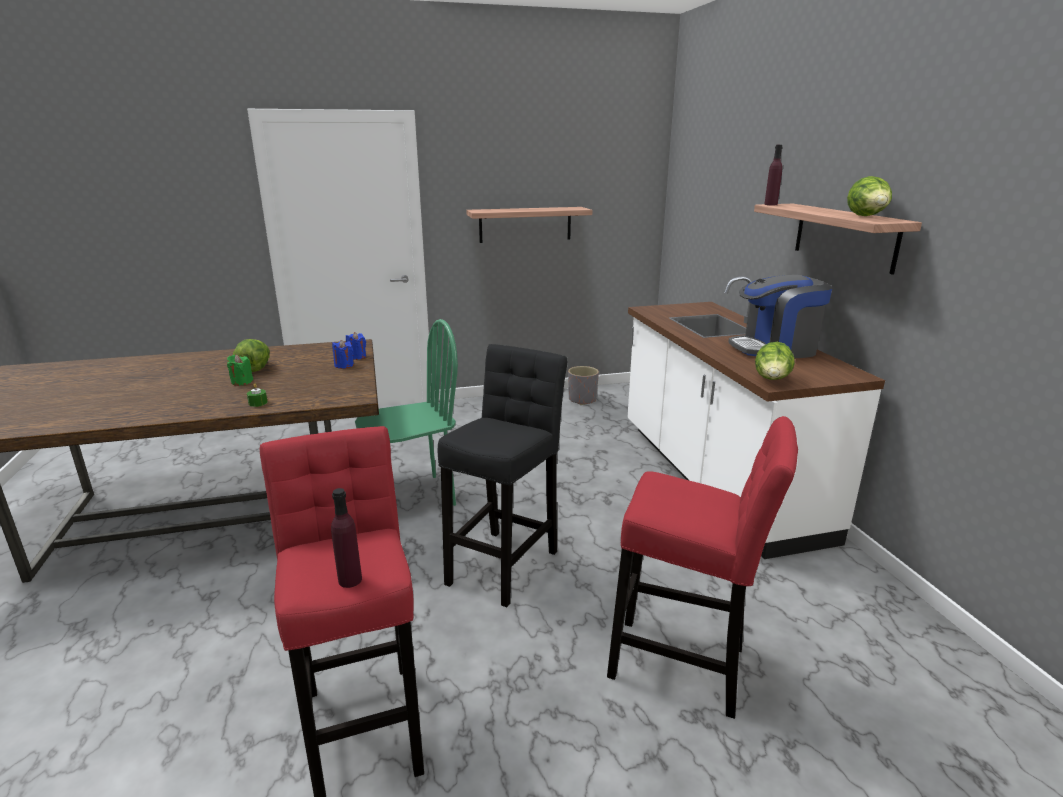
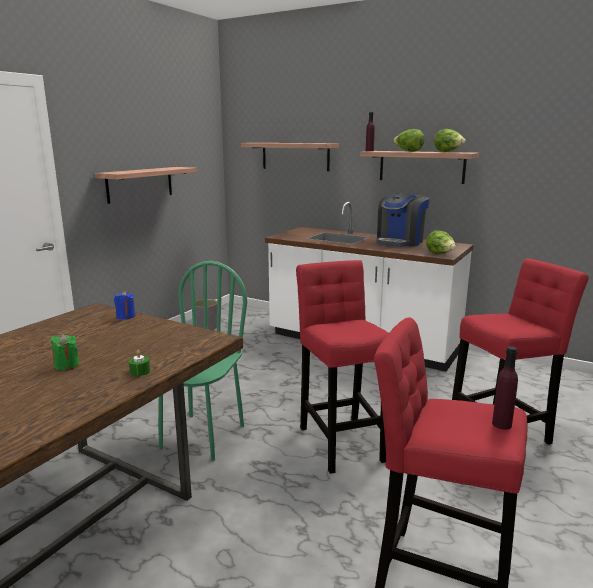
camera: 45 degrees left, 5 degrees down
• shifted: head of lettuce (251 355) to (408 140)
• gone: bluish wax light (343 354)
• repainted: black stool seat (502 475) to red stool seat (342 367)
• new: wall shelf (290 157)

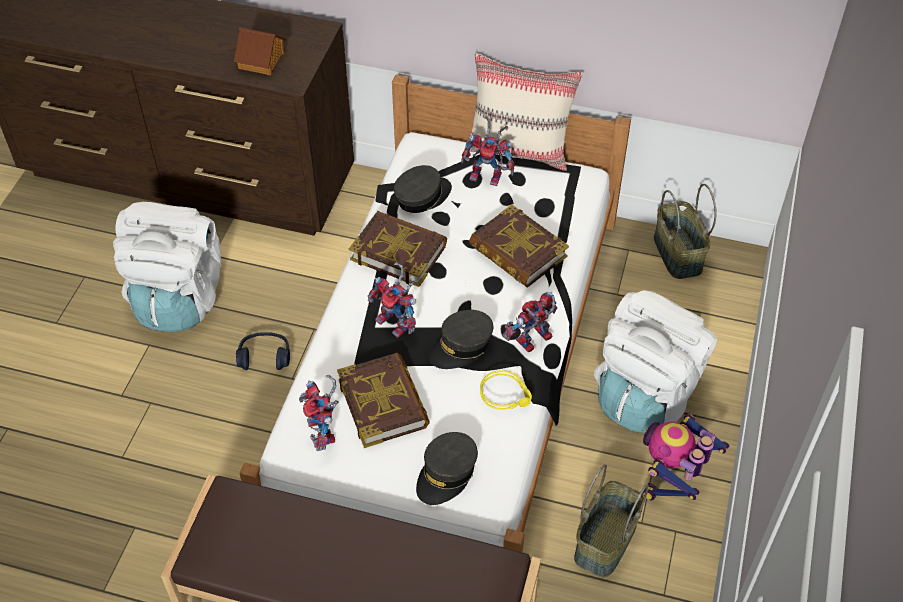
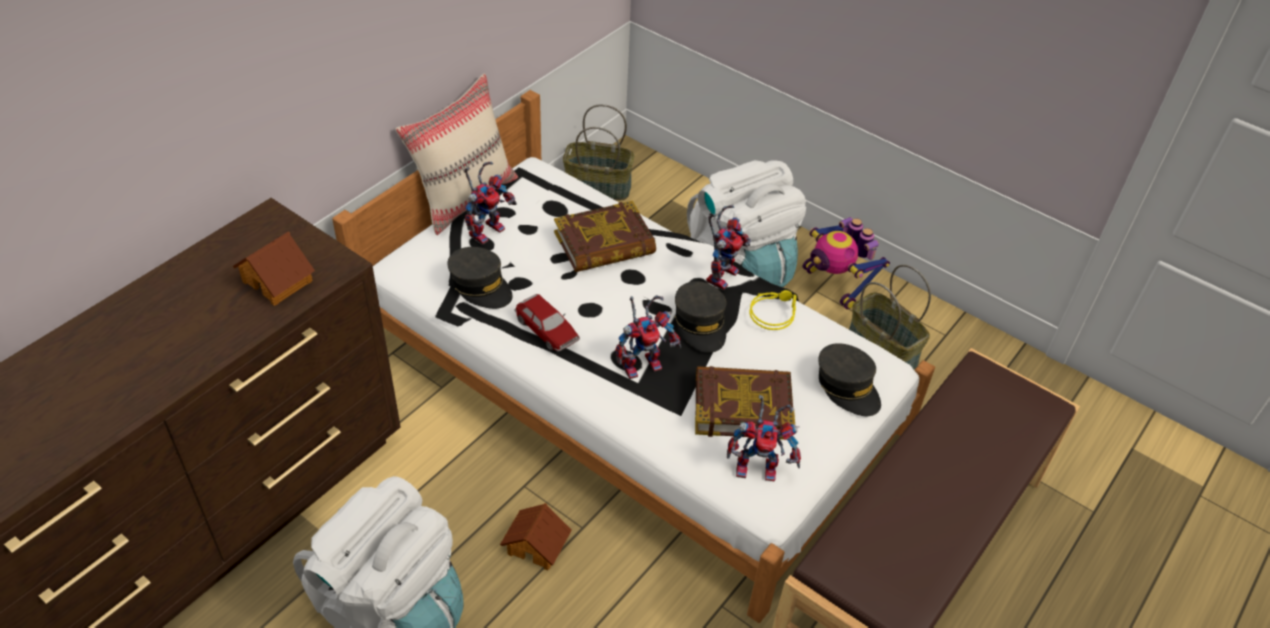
camera: 70 degrees left, 5 degrees down
• rotated: grey baseball cap (423 189) = (479 278) 150 degrees clockwise
• swapped: volume (398 249) to miniature car (547 323)
• rotated: toy robot (530 321) = (728 247) 135 degrees counterclockwise
• swapped: bluish pair of headphones (263 351) to miniature house (536 536)

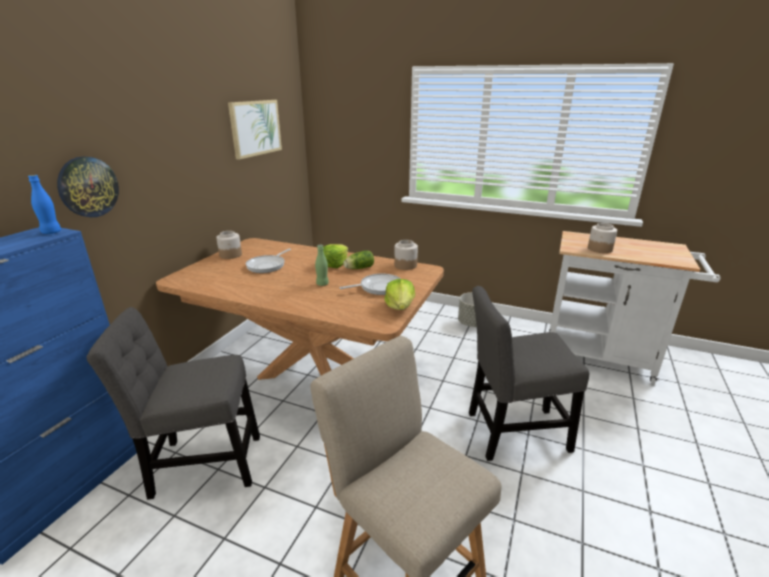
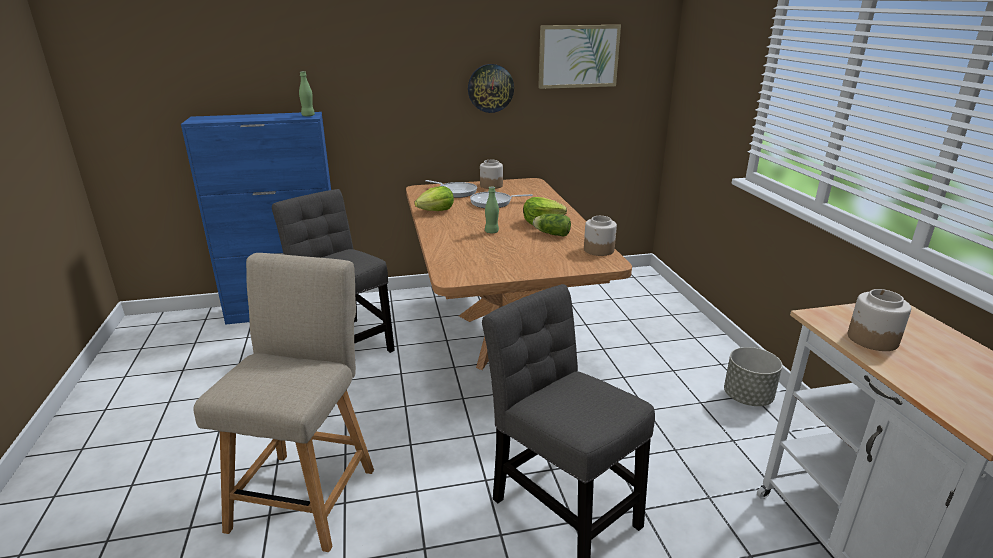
camera: 55 degrees right, 0 degrees up
• shifted: clock on the wall (88 186) to (491 88)
• repainted: bluish drink bottle (44 204) to greenish drink bottle (307 94)
• shifted: frying pan (370 284) to (451 189)
• shifted: head of lettuce (399 294) to (434 198)

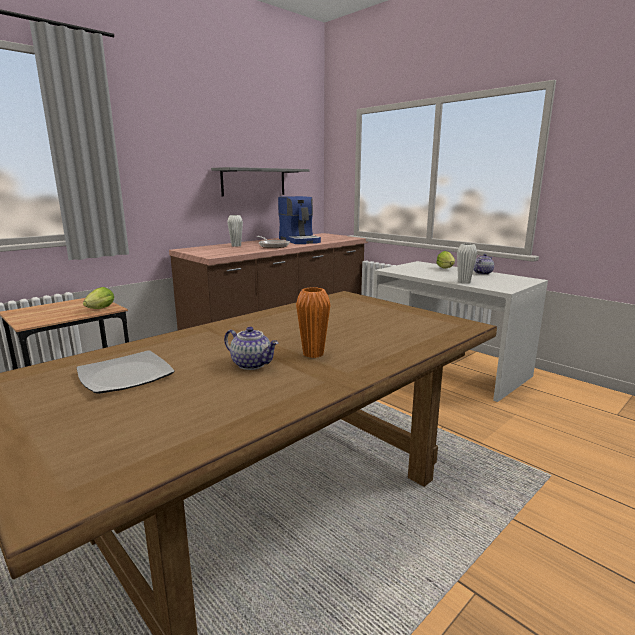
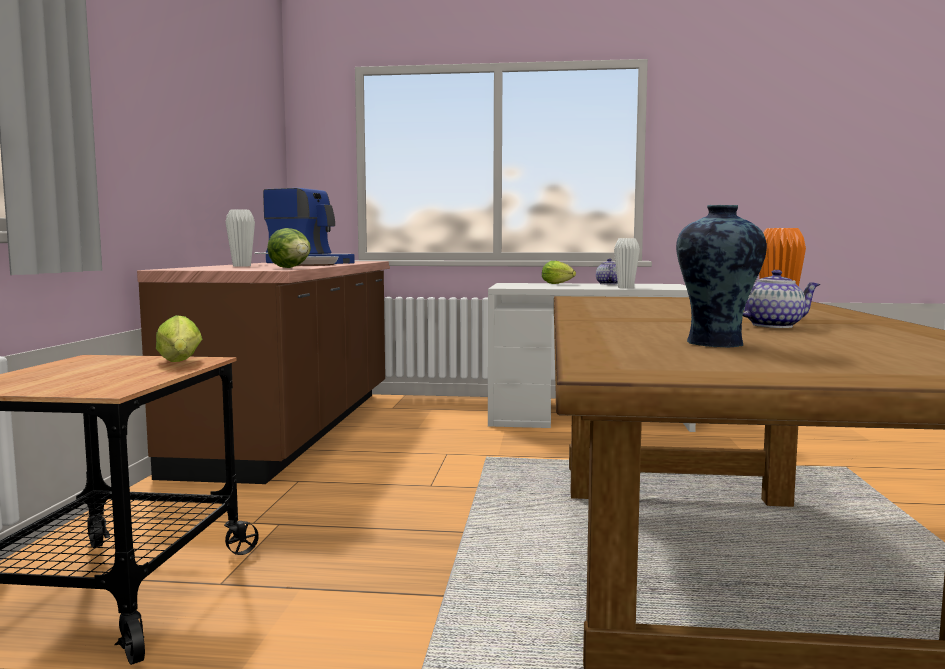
camera: 40 degrees left, 10 degrees down
• gone: grey wall shelf (260 181)
• swapped: plate (126 372) to vase (721 276)
• new: head of lettuce (289 248)

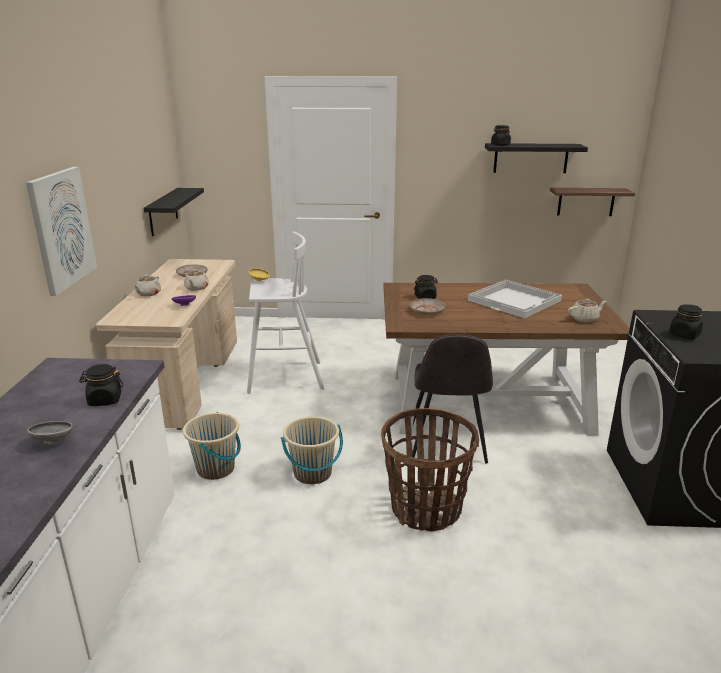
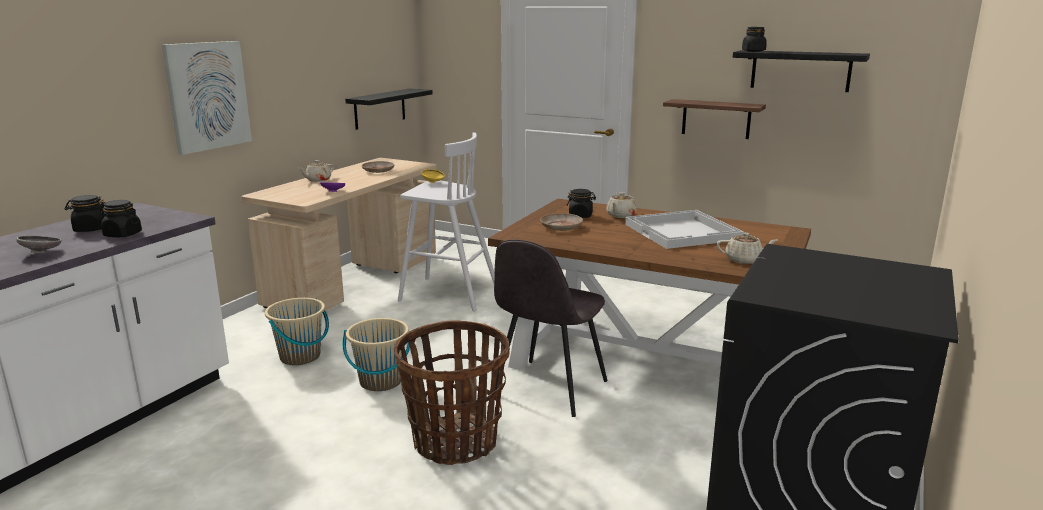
camera: 25 degrees right, 5 degrees down
• shifted: wall shelf (592 202) to (714 119)
• shifted: beige-coloured pot for tea (196 280) to (621 205)
• shifted: black jar (686 321) to (85 213)

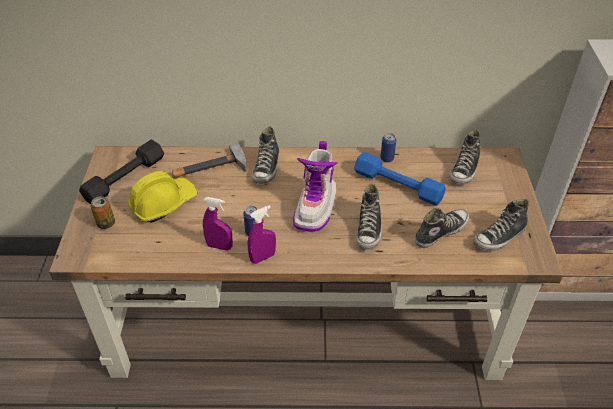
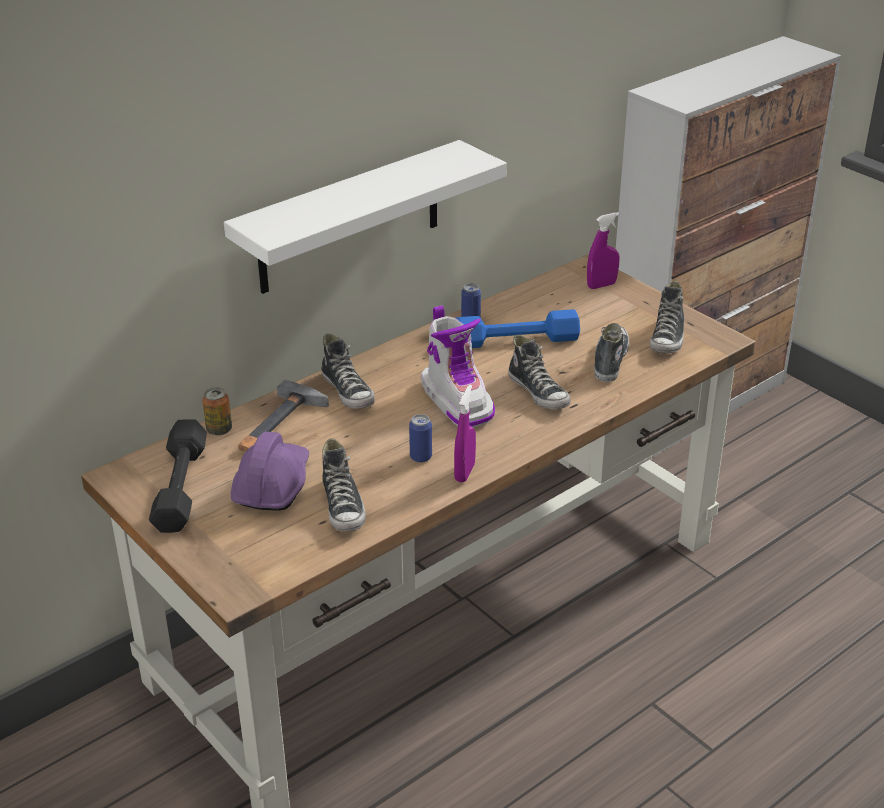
camera: 40 degrees left, 10 degrees down
• shifted: shoe (465 157) to (344 485)
• repainted: yellow hard hat (162 197) to purple-coloured hard hat (270 471)
• shifted: metal can (103 212) to (217 411)
• shifted: purple-coloured hand sprayer (218 224) to (603 250)
• new: white wall shelf (365 217)

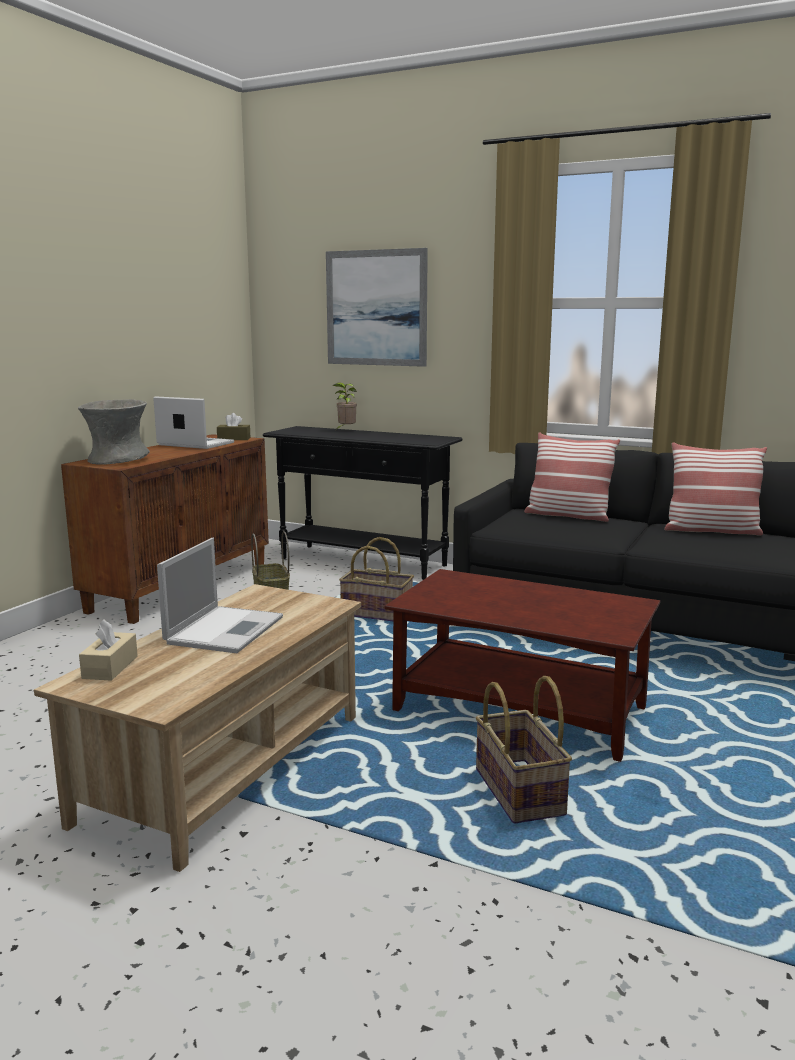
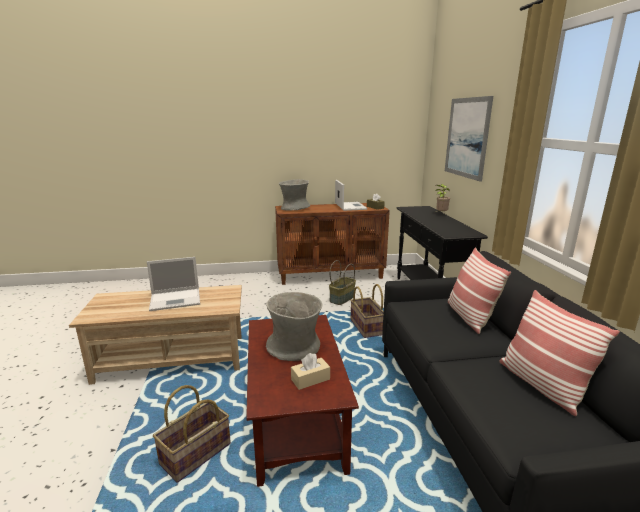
camera: 55 degrees right, 5 degrees up
• shifted: beige-coloured box of tissues (108 650) to (310 371)
• new: grey vase (294 326)

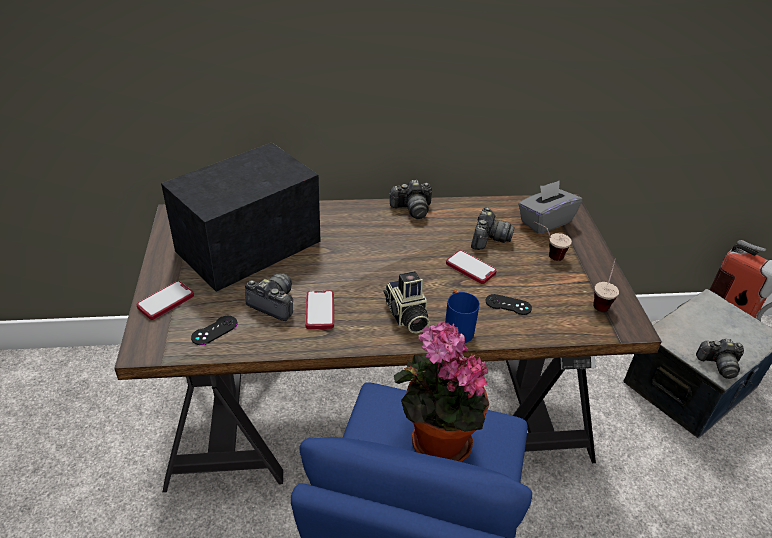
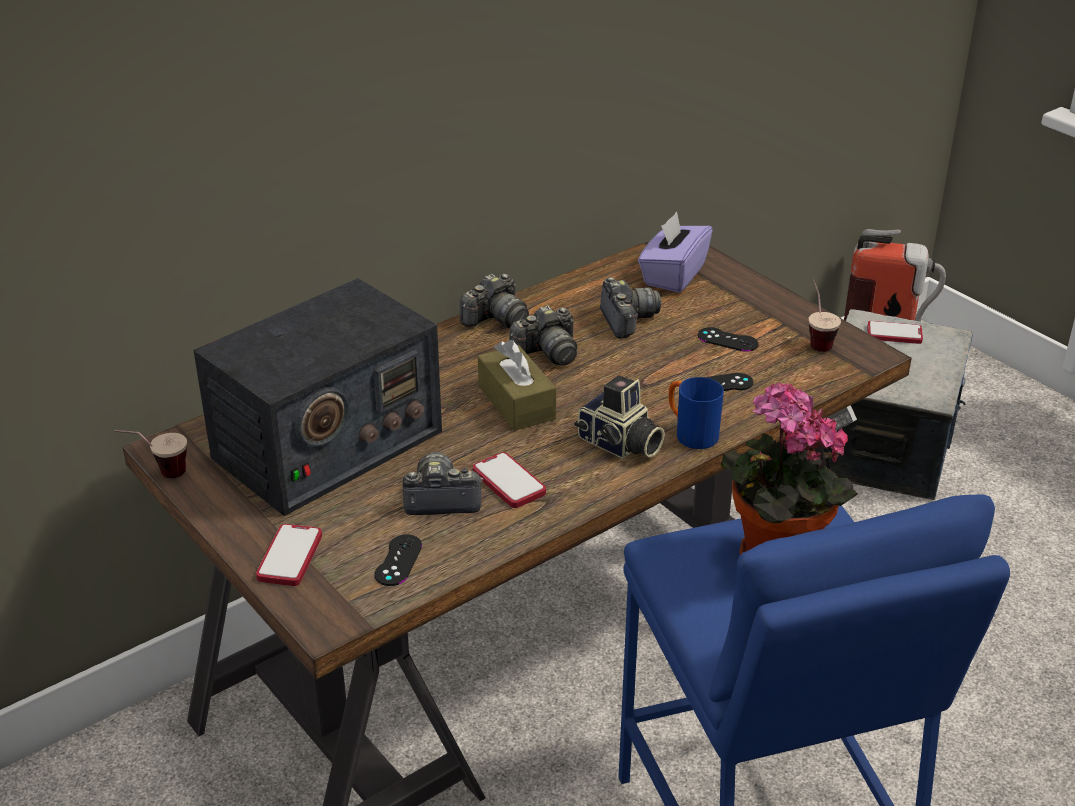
camera: 30 degrees left, 5 degrees down
• rotated: radio receiver (240 217) = (317 397) 150 degrees counterclockwise
• repainted: grey box of tissues (550 207) to purple-coloured box of tissues (675 252)
• shifted: drinking cup (553 241) to (151 454)
• shifted: handset (471 267) to (895 332)
• shifted: still camera (720 359) to (543 335)
• new: black game controller (728 339)
• new: brown-coloured box of tissues (517 385)

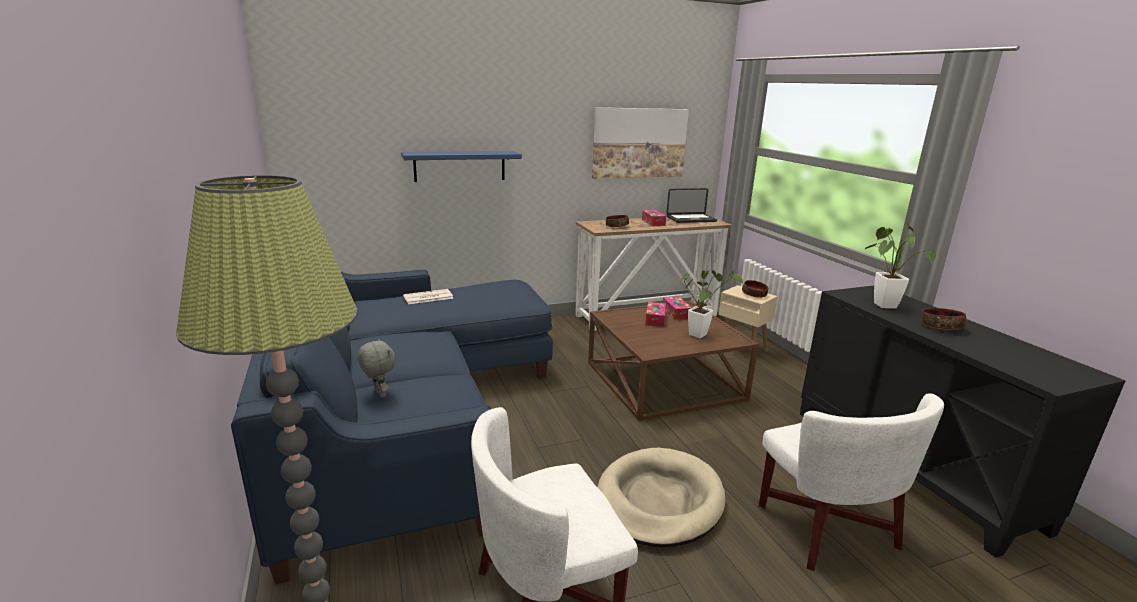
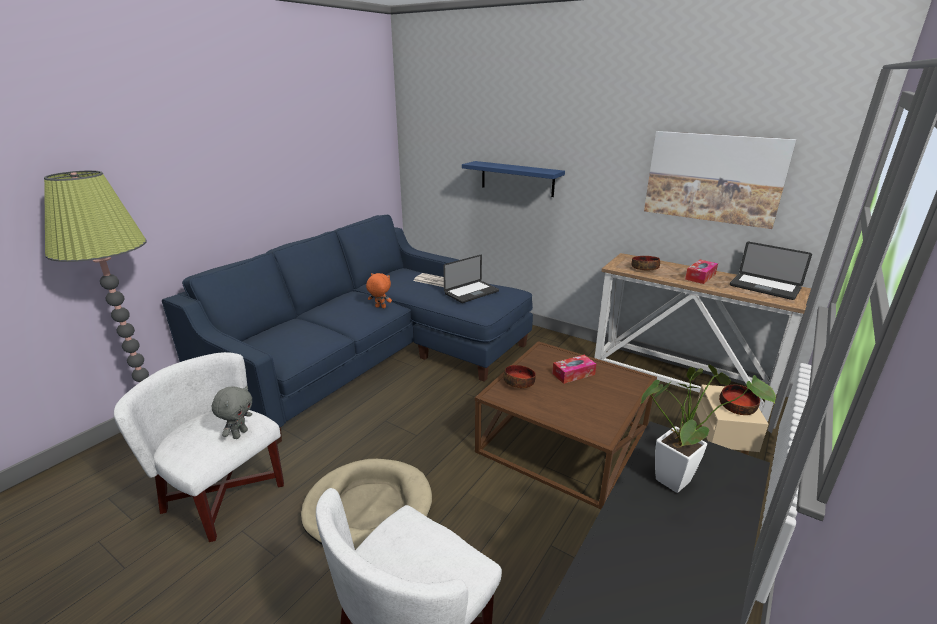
camera: 55 degrees right, 5 degrees up
• gone: plant in a pot (711 304)
• gone: box of tissues (677 308)
• shifted: deep dish (943 319) to (519 376)
• shifted: grey cuddly toy (376 368) to (232 412)
• new: laptop (471 279)
• new: orange cuddly toy (379 290)

